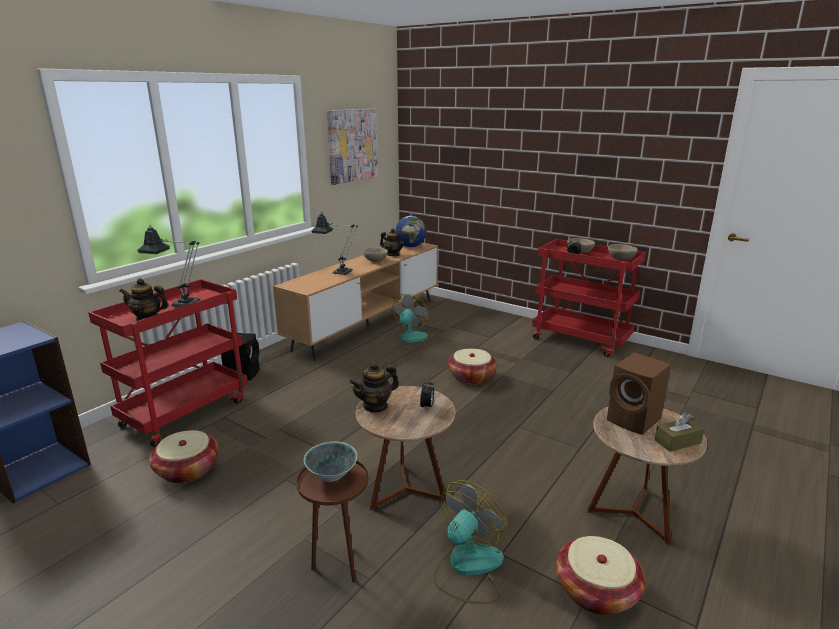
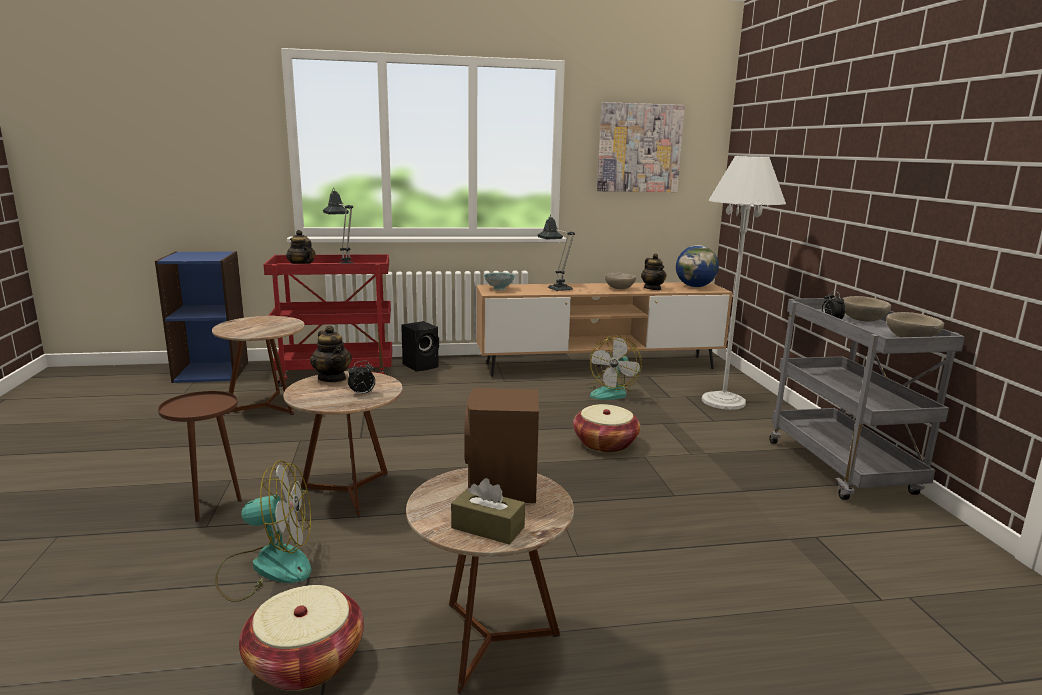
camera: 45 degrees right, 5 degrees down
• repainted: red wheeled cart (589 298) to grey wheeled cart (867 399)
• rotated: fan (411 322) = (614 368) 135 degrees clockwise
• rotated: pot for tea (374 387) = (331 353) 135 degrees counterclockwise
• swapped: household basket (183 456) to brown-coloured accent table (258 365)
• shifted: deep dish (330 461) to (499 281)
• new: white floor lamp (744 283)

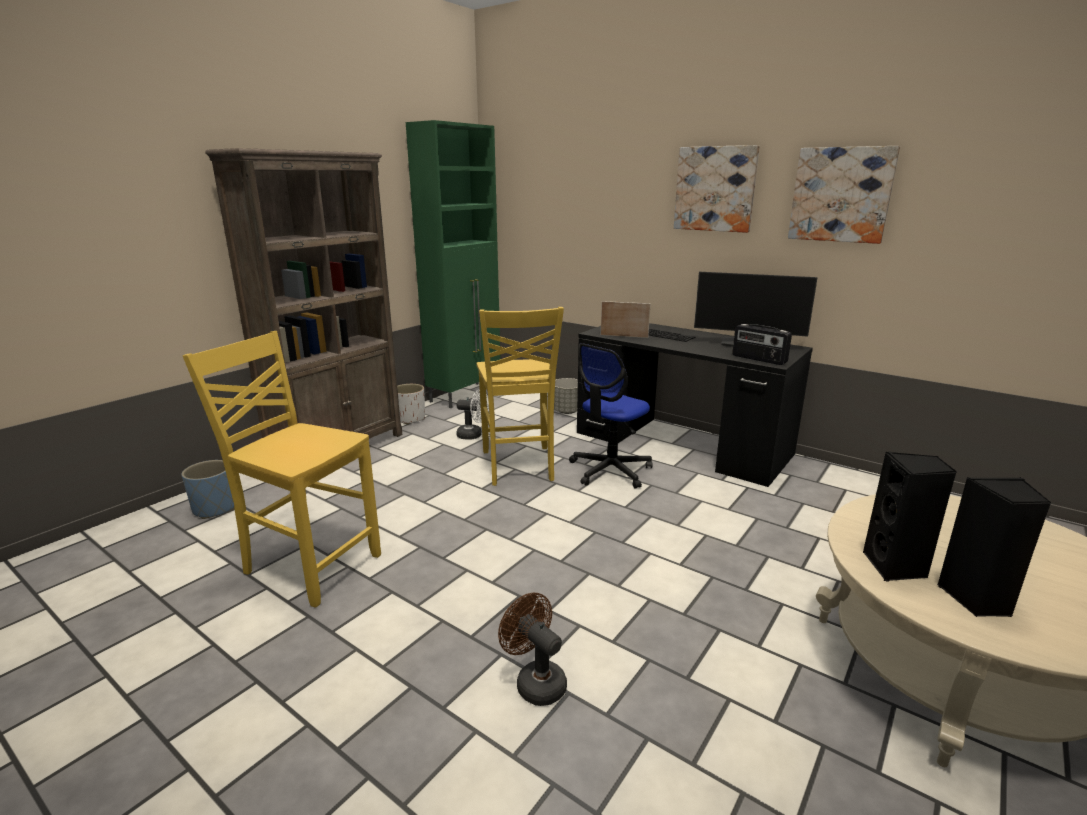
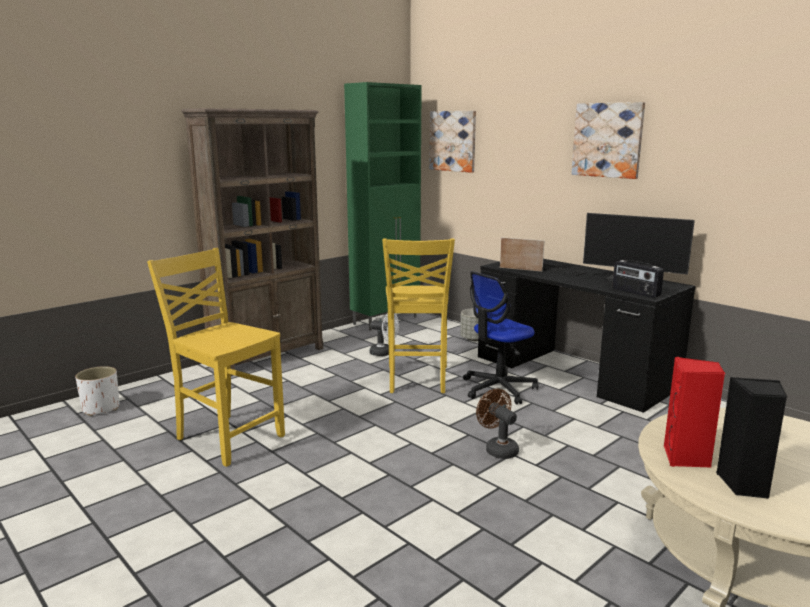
camera: 10 degrees right, 5 degrees down
• shifted: picture (844 195) to (452 142)
• shifted: white flower pot (411 404) to (97 391)
• repainted: black loudspeaker (910 516) to red loudspeaker (694 412)
• gone: bluish flower pot (207 489)
• shifted: brown-coloured fan (532 649) to (497 423)

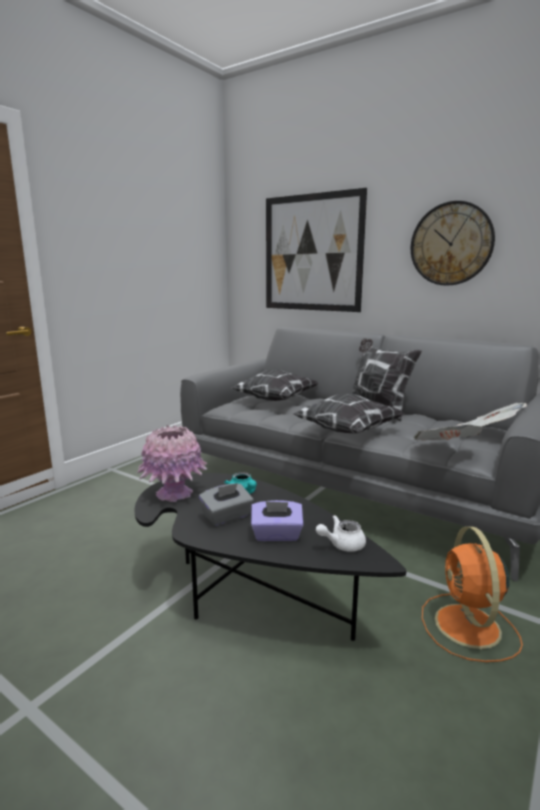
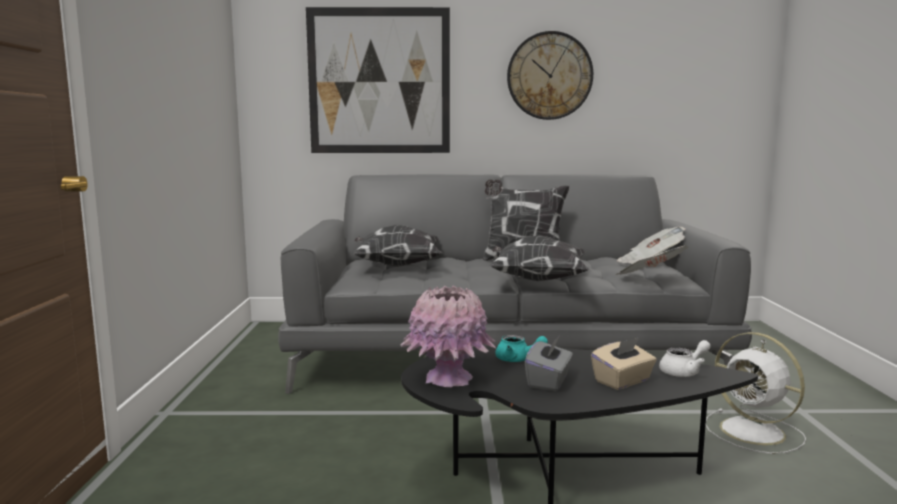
camera: 35 degrees left, 5 degrees down
• repainted: purple-coloured box of tissues (277 520) to beige-coloured box of tissues (624 364)
• rotated: white pot for tea (341 533) = (685 358) 150 degrees counterclockwise
• repainted: orange fan (472 594) to white fan (755 393)

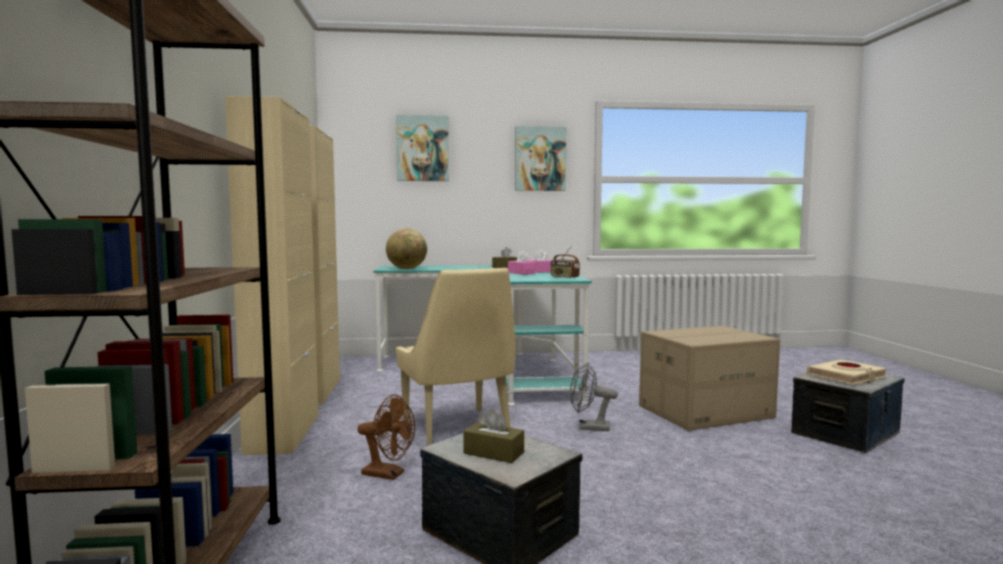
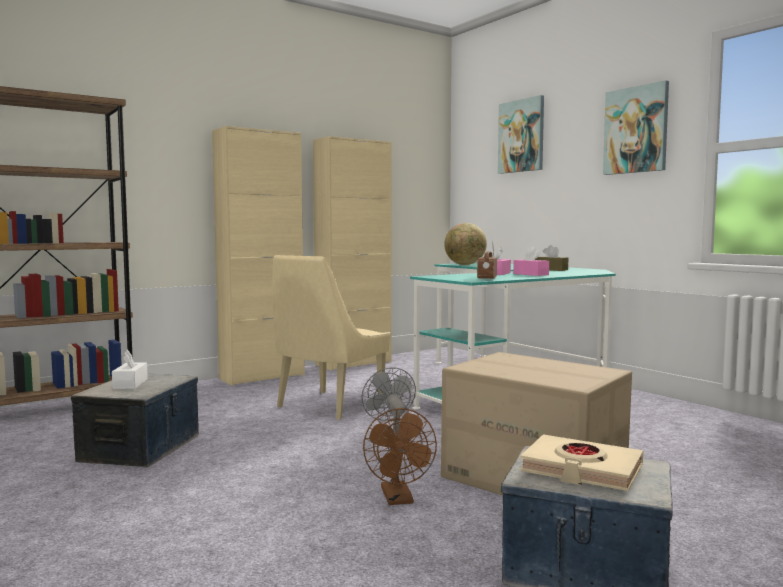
camera: 60 degrees right, 0 degrees up
• shifted: brown-coloured fan (386 437) to (400 456)
• repainted: brown-coloured box of tissues (493 436) to white box of tissues (130 369)

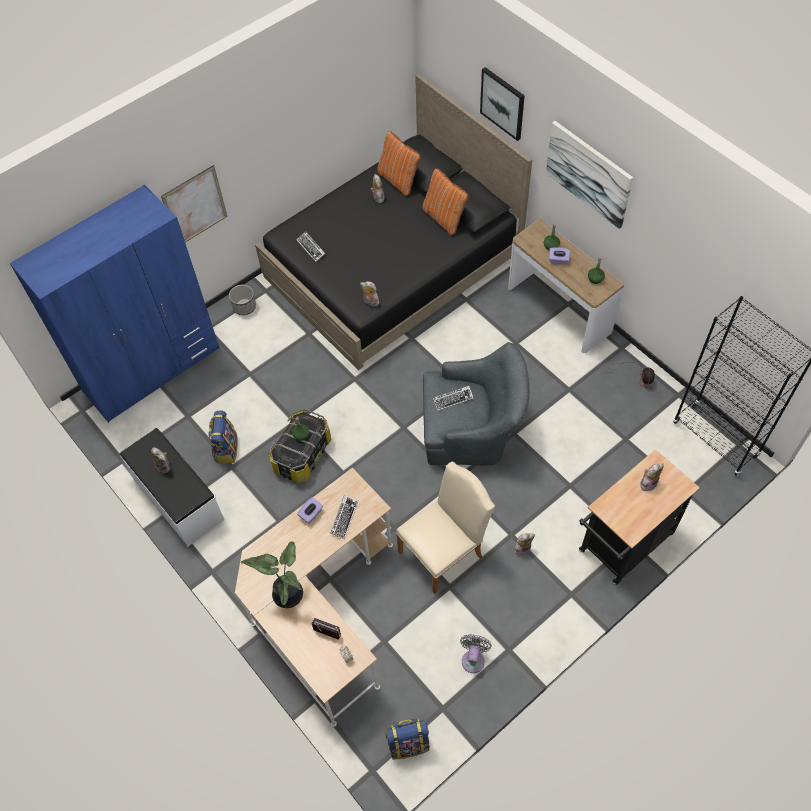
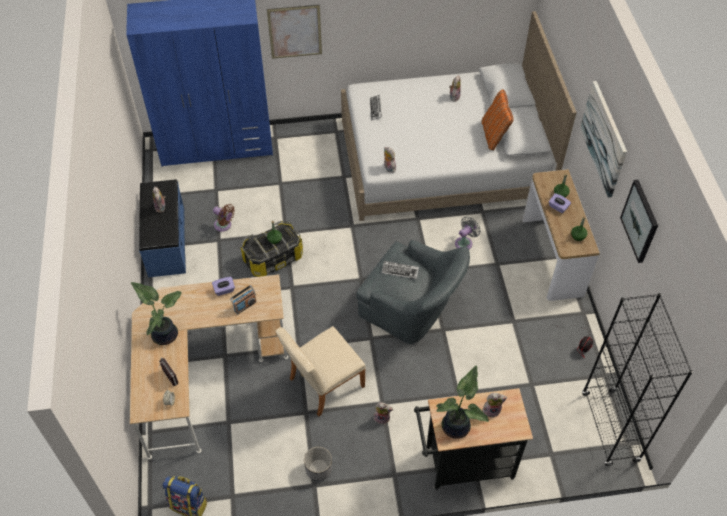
camera: 30 degrees right, 5 degrees down
• shifted: picture (502 104) to (639 221)
• repainted: black bed (393 222) to white bed (459 116)
• gone: orange pillow (399 163)
• shifted: flower pot (242 300) to (318 464)
• swapped: backpack (223 436) to brown-coloured fan (224 218)
• repainted: white long seat (172 487) to bluish long seat (162 228)
• rotated: beige-coloured upright chair (445 527) = (320 371) 150 degrees clockwise
• swapped: PC keyboard (344 517) to radio receiver (243 299)
• shifted: grey fan (476 653) to (468 232)
• new: plant in a pot (462 402)

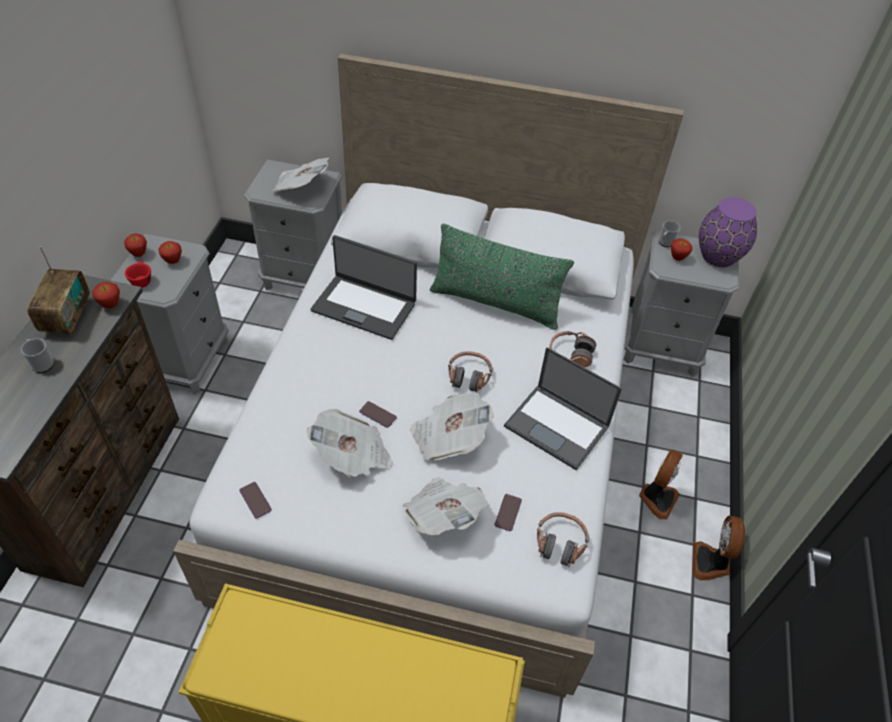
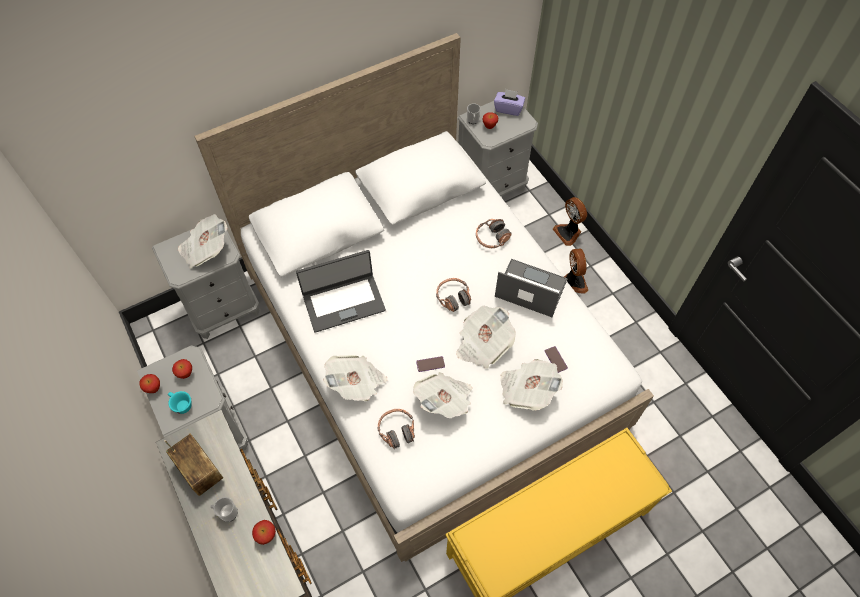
camera: 40 degrees left, 10 degrees up
• swapped: purple-coloured vase (728 232) to purple-coloured box of tissues (509 102)
• gone: greenish pillow (502 277)
• repainted: red drinking cup (138 274) to turquoise drinking cup (180 402)
• shifted: apple fruit (106 295) to (264 532)
• rotated: laptop (563 408) = (531 288) 150 degrees counterclockwise
• gone: handset (255 500)
• shifted: pair of headphones (563 539) to (396 429)
• shifted: fan (719 548) to (570 221)
• new: daily paper (355 378)

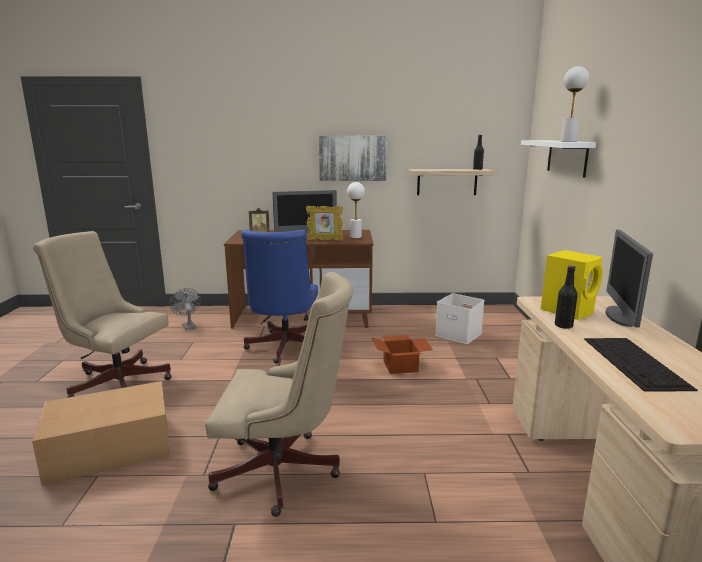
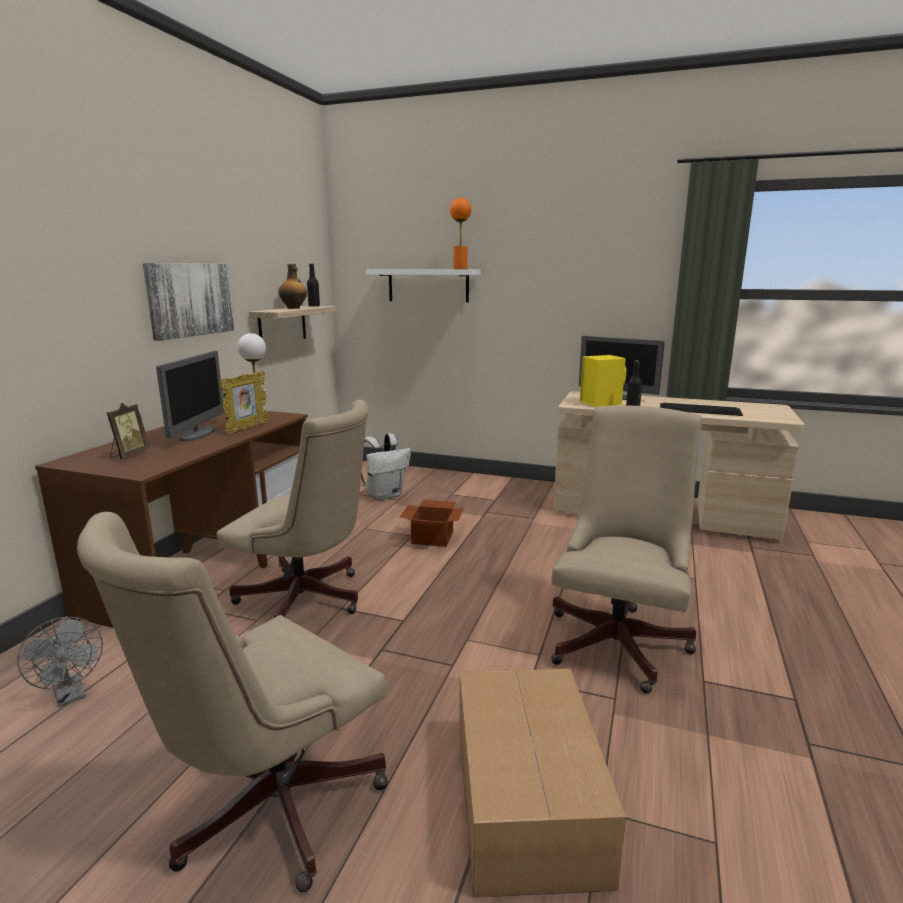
camera: 70 degrees left, 0 degrees up
• repainted: white tabletop lamp (575 104) to orange tabletop lamp (460 233)
• repainted: bluish office chair (279 296) to beige-coloured office chair (293 509)
• rotated: grey fan (185 309) = (60 662) 120 degrees counterclockwise
• swapped: white storage container (459 318) to white backpack (386 466)
• new: drink bottle (293 286)

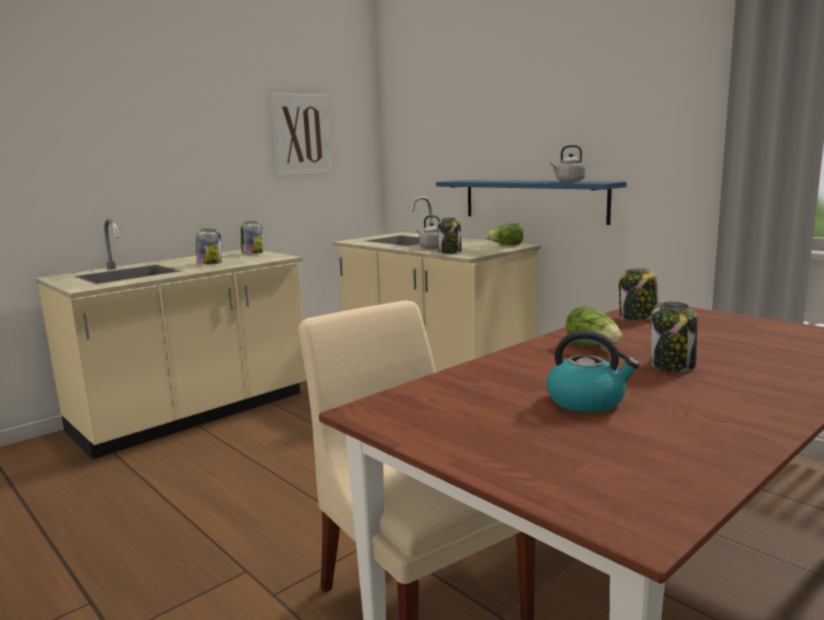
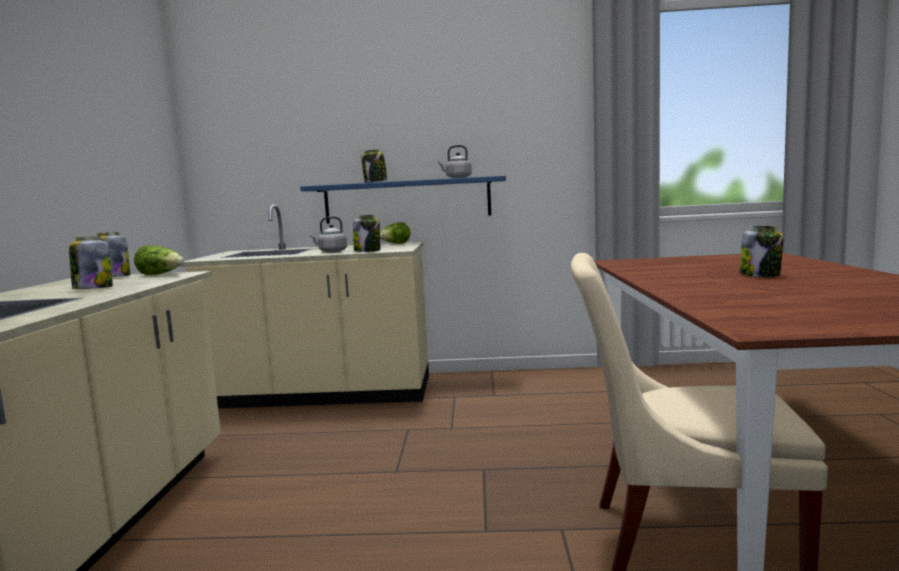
camera: 45 degrees left, 5 degrees down
• gone: picture (302 134)
• shifted: jar (639 294) to (374 166)
• shifted: head of lettuce (594 326) to (159 260)
• gone: water kettle (593 371)

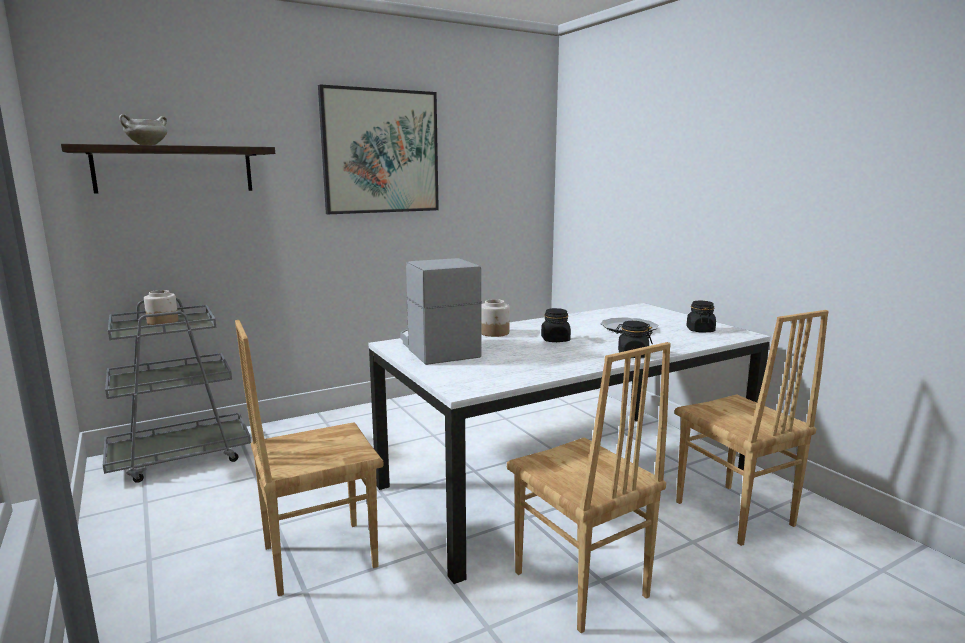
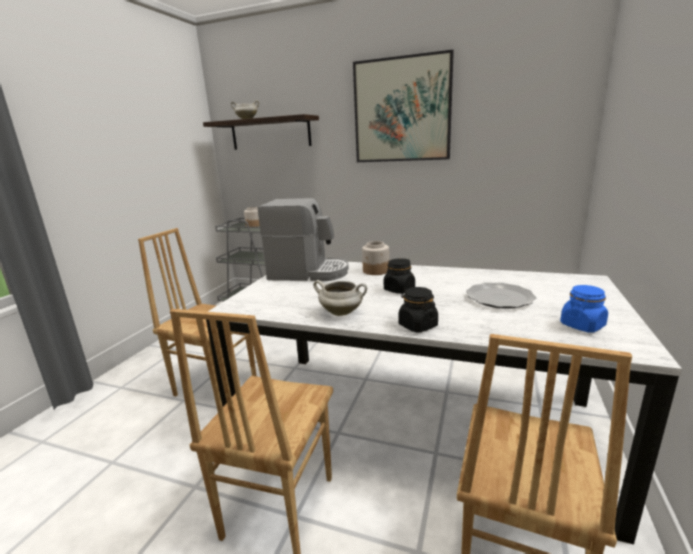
camera: 50 degrees right, 5 degrees up
• rotated: coffee machine (441 311) = (303 239) 75 degrees clockwise
• repainted: black jar (701 317) to bluish jar (584 309)
• new: white stockpot (340 298)

